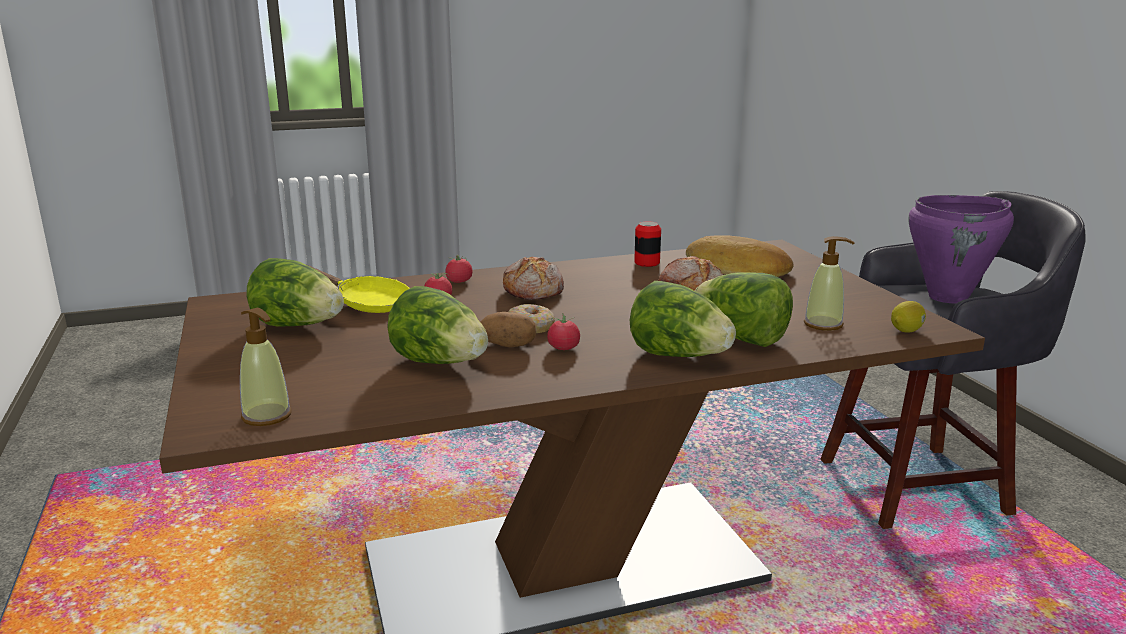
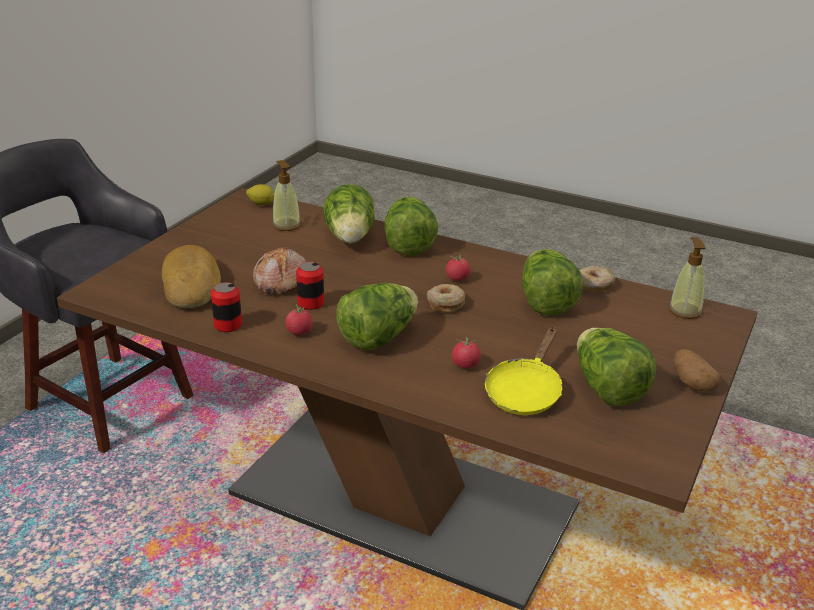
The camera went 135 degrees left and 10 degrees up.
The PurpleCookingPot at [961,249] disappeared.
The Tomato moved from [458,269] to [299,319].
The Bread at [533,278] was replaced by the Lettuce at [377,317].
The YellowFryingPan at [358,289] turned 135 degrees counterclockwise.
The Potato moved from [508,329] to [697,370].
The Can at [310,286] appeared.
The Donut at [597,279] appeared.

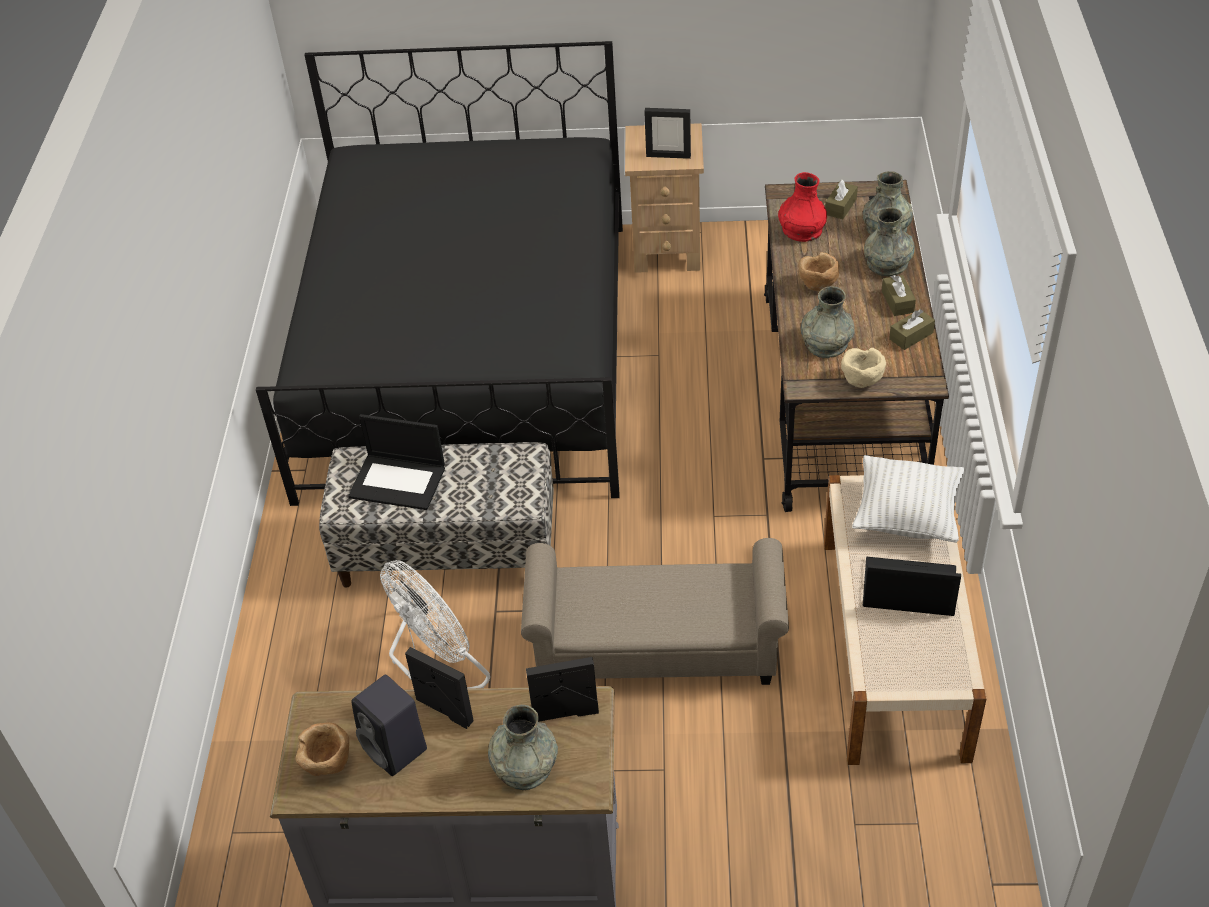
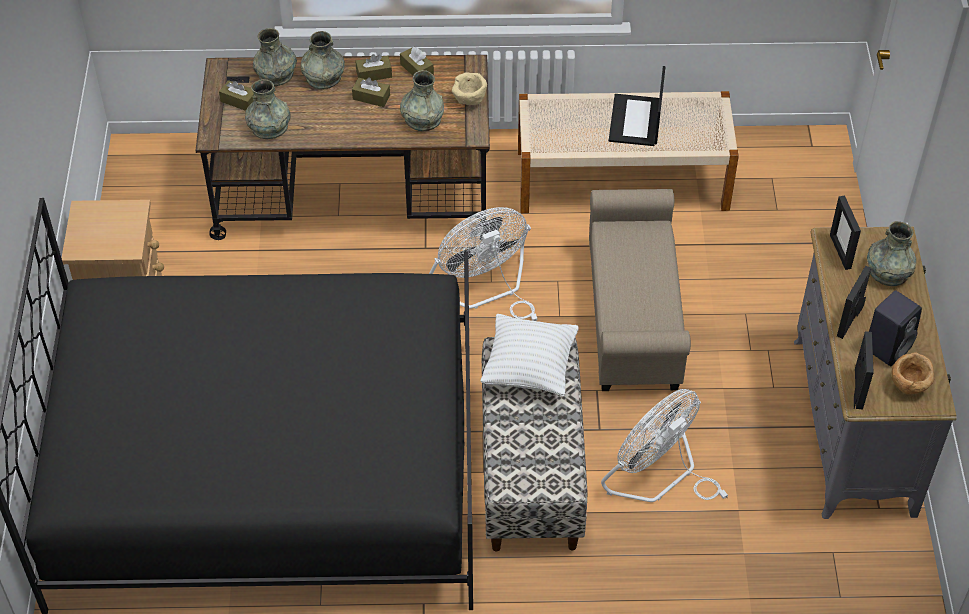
The camera went 95 degrees left and 5 degrees up.
The PictureFrame moved from [667,133] to [864,370].
The RedVase at [802,207] became the GreyVase at [268,109].
The BrownBowl at [818,271] disappeared.
The Laptop at [396,462] disappeared.
The WhitePillow moved from [908,499] to [529,355].
The BrownTissueBox at [371,92] appeared.
The WhiteFan at [483,264] appeared.

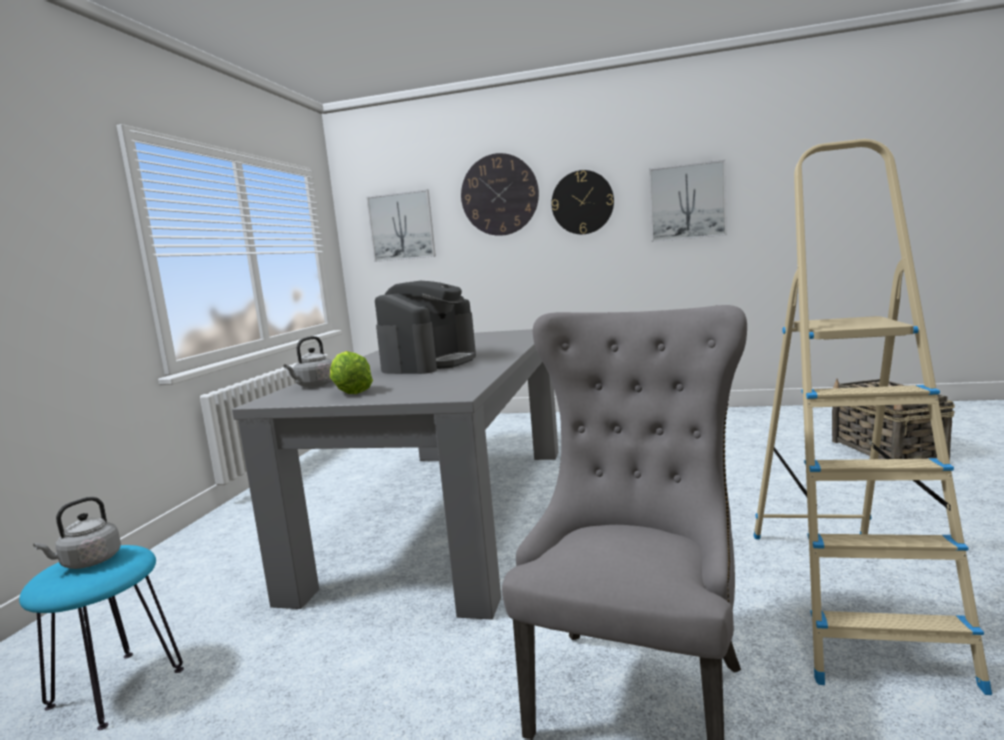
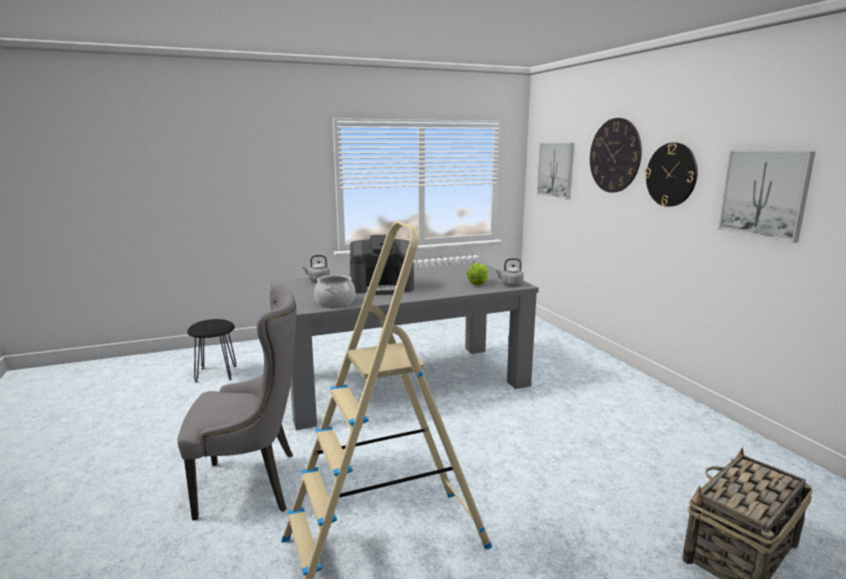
The camera went 55 degrees right and 5 degrees up.
The Lettuce moved from [351,372] to [477,274].
The GreyKettle moved from [77,533] to [509,272].
The TurquoiseStool at [101,637] became the BlackStool at [212,351].
The CookingPot at [334,291] appeared.

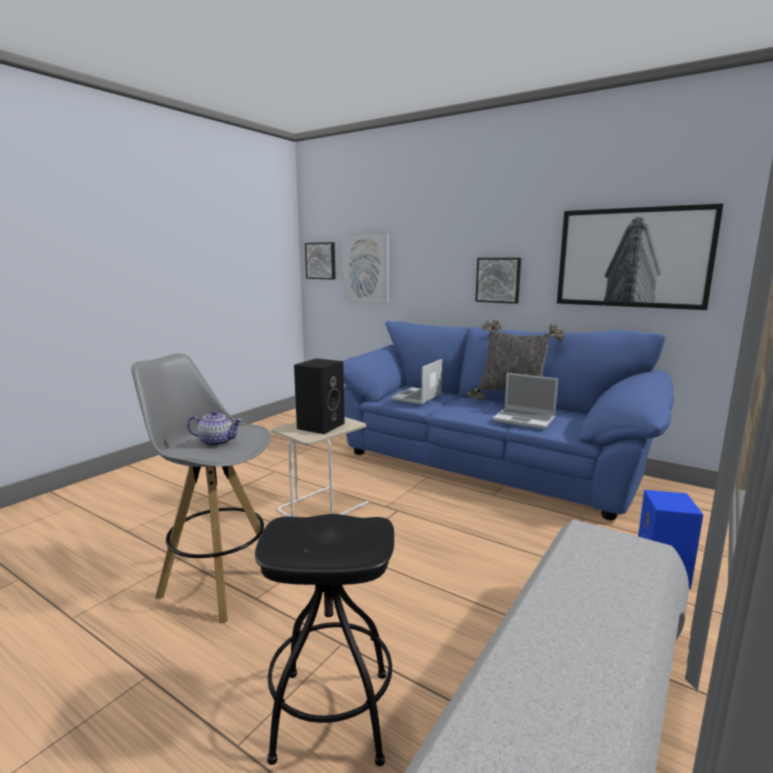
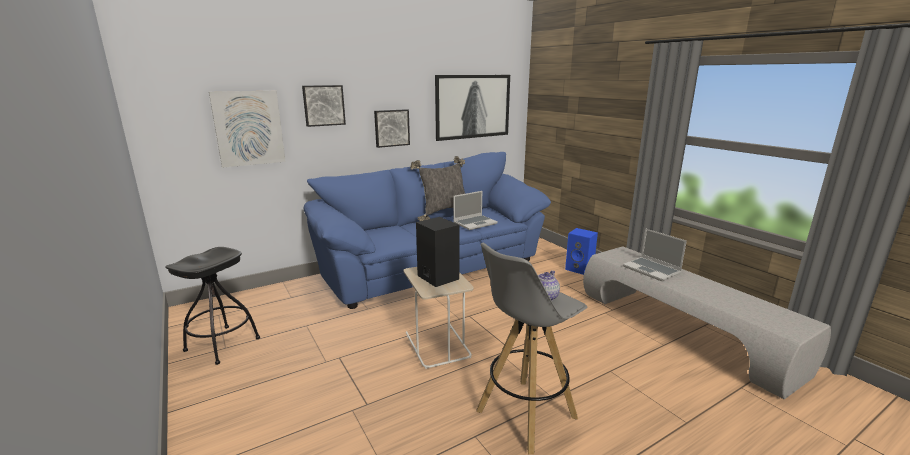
The camera went 65 degrees left and 5 degrees up.
The Picture moved from [320,260] to [324,106].
The Laptop moved from [416,381] to [655,254].
The BlackStool moved from [324,640] to [212,306].

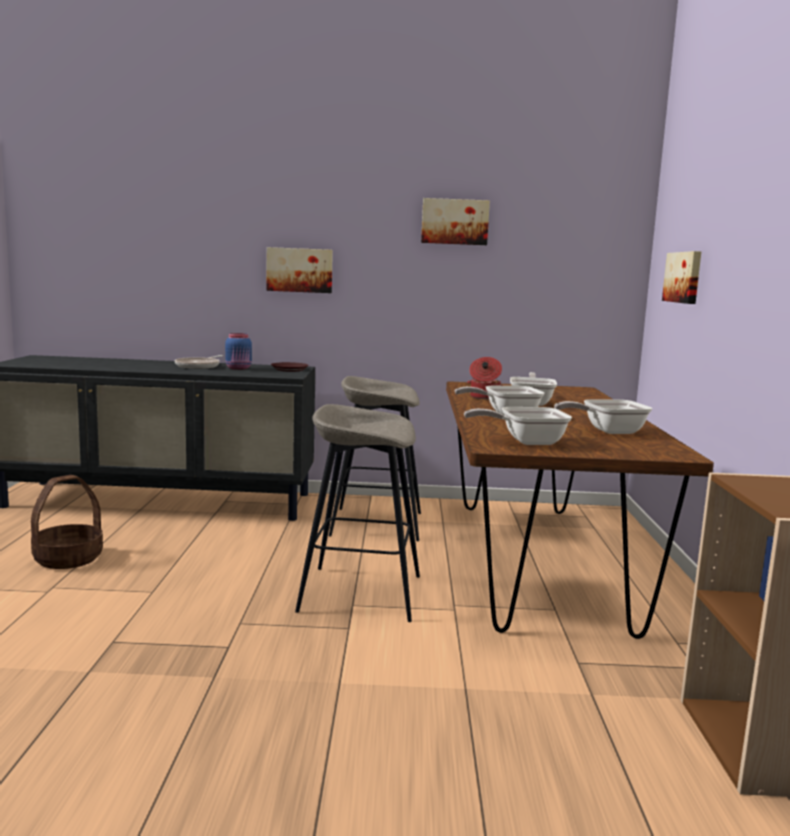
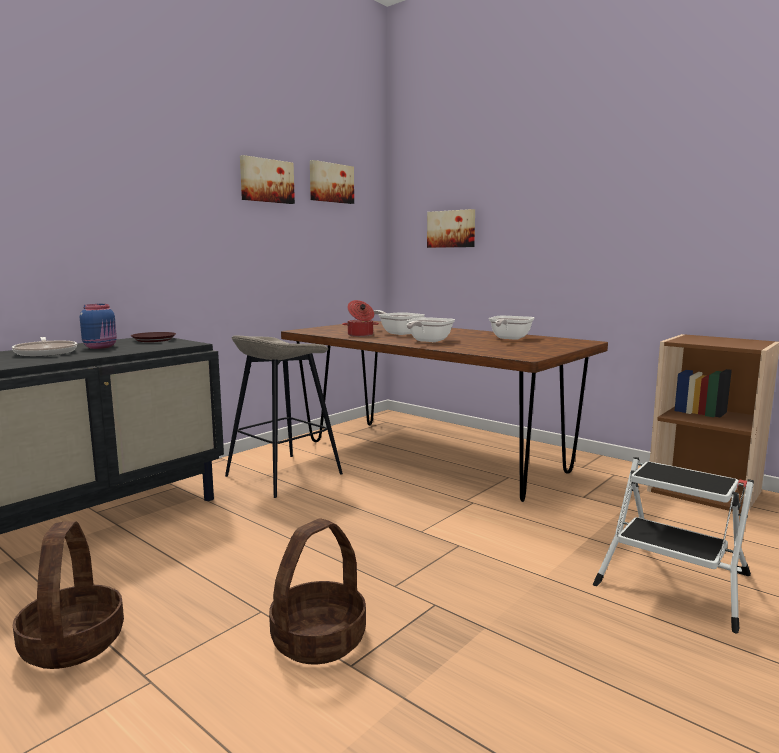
The camera went 50 degrees left and 0 degrees up.
The Picture moved from [299,270] to [332,182].
The GreyStool at [357,513] disappeared.
The FryingPan at [518,426] disappeared.
The StepLadder at [673,545] appeared.
The Basket at [317,591] appeared.

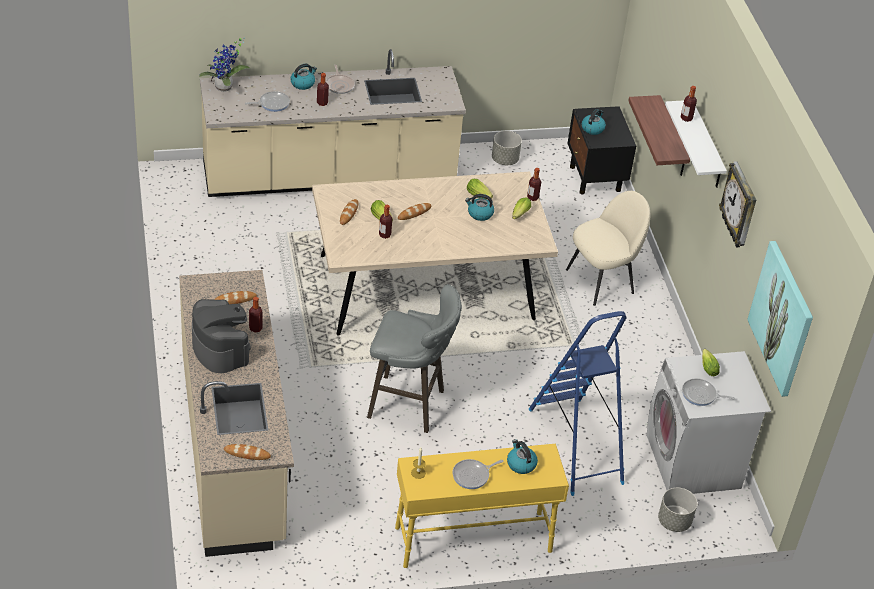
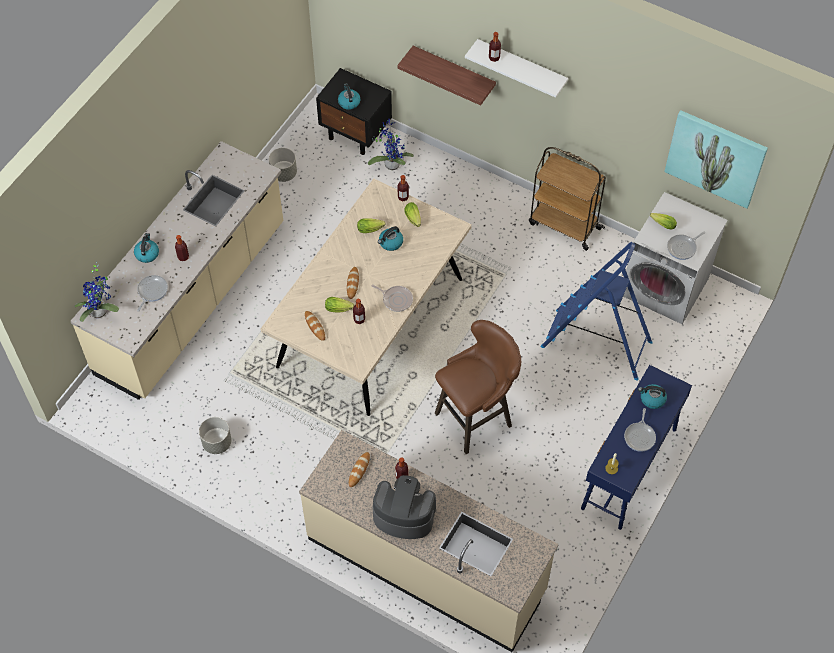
The camera went 45 degrees left and 15 degrees up.
The FryingPan moved from [340,79] to [392,298].
The WallClock at [737,204] disappeared.
The BeigeChair at [608,248] disappeared.
The GreyStool at [414,358] became the BrownStool at [478,387].
The Bread at [247,452] disappeared.
The YellowConsoleTable at [482,506] became the BlueConsoleTable at [636,447].
The GreyPlanter moved from [677,510] to [215,435].
The PottedPlant at [391,144] appeared.
The BrownCart at [567,199] appeared.

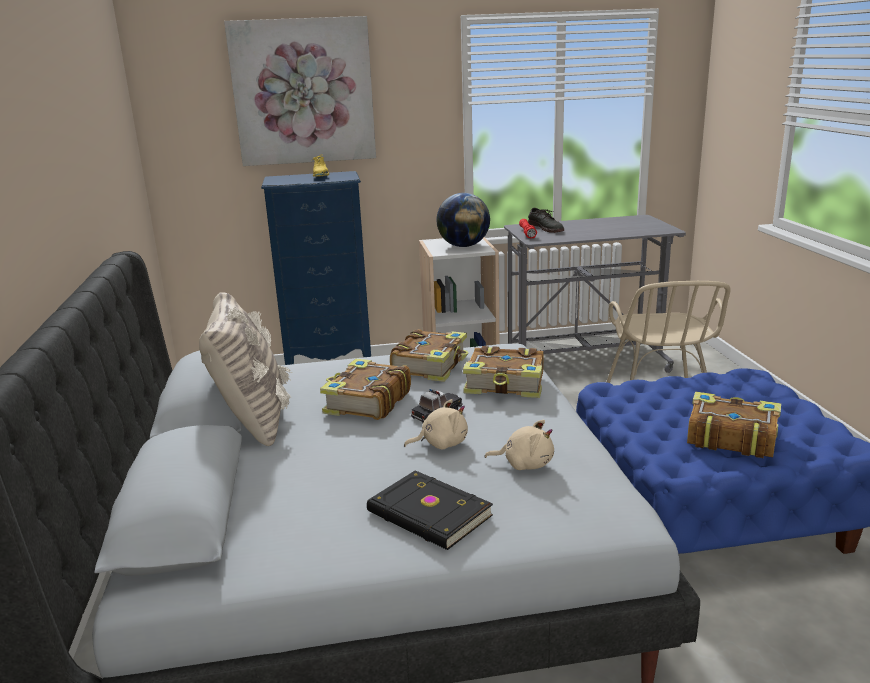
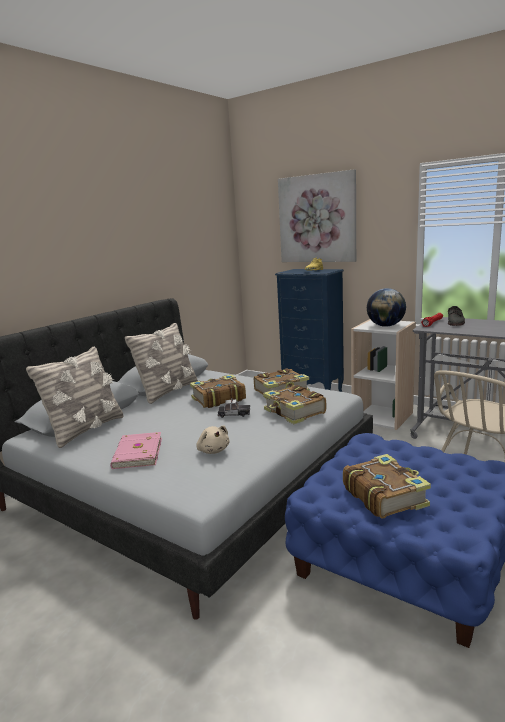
The camera went 45 degrees right and 5 degrees down.
The BeigePlushToy at [436,424] disappeared.
The BlackBook at [430,510] became the PinkBook at [136,450].
The BeigePillow at [75,397] appeared.

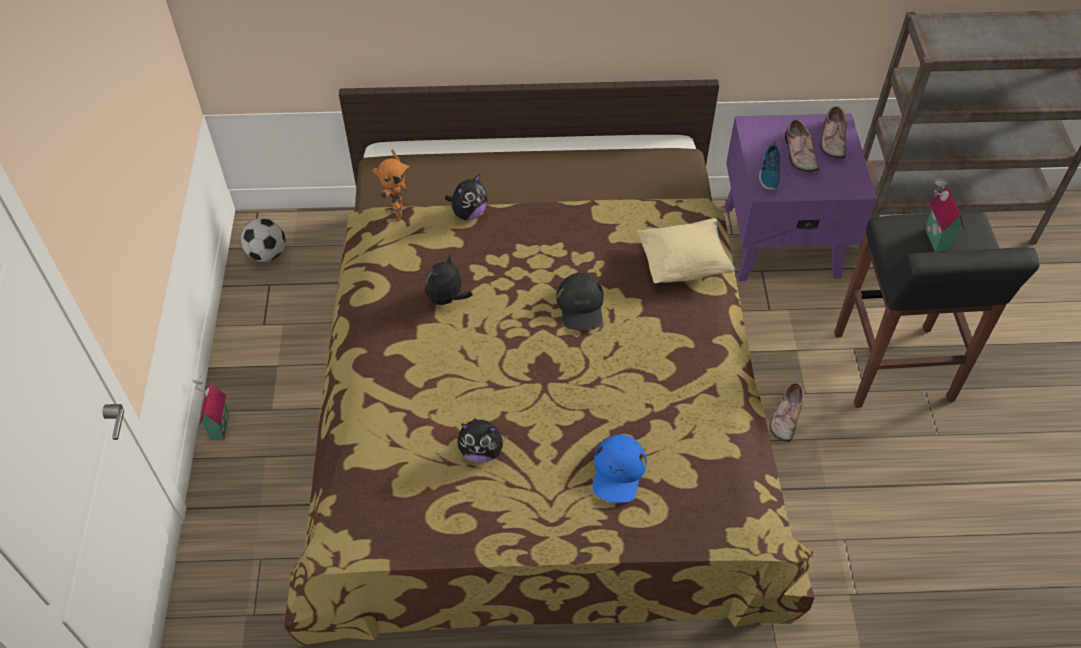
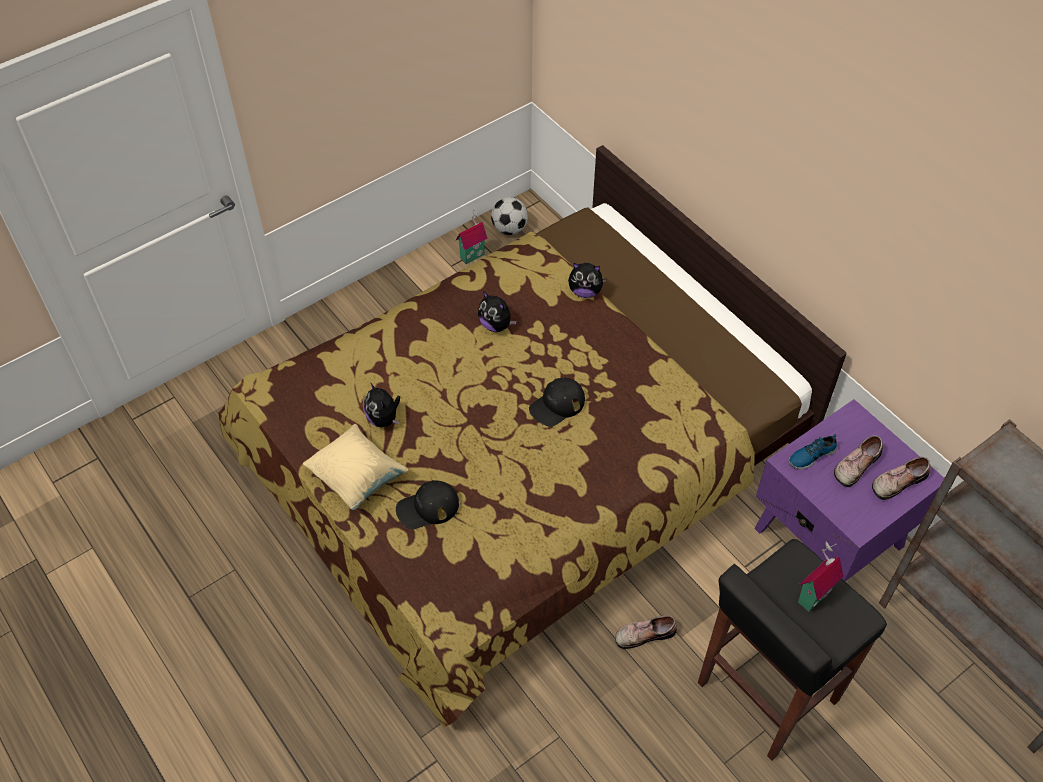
The camera went 55 degrees right and 0 degrees up.
The ToyRobot at [391,185] disappeared.
The BeigePillow moved from [685,250] to [355,467].
The PlushToy at [449,281] turned 135 degrees counterclockwise.
The ToyHouse moved from [211,408] to [472,237].
The BlueCap at [619,469] became the BlackCap at [427,504].

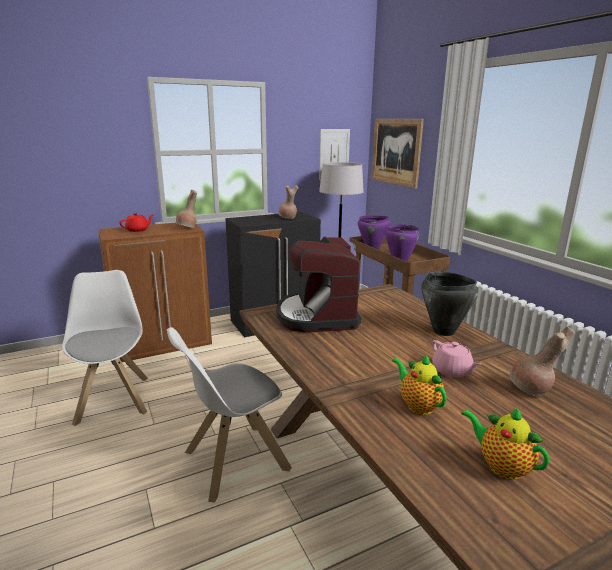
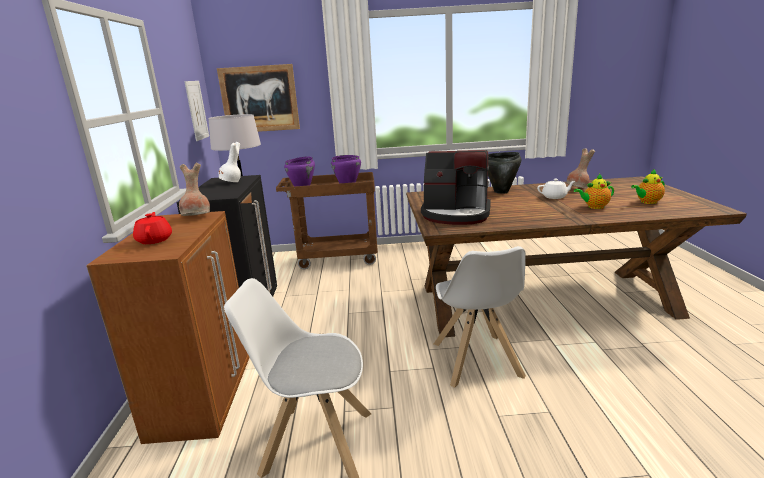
The camera went 65 degrees left and 0 degrees up.
The BrownVase at [288,202] became the WhiteVase at [230,162].
The PinkTeapot at [456,358] became the WhiteTeapot at [556,188].

